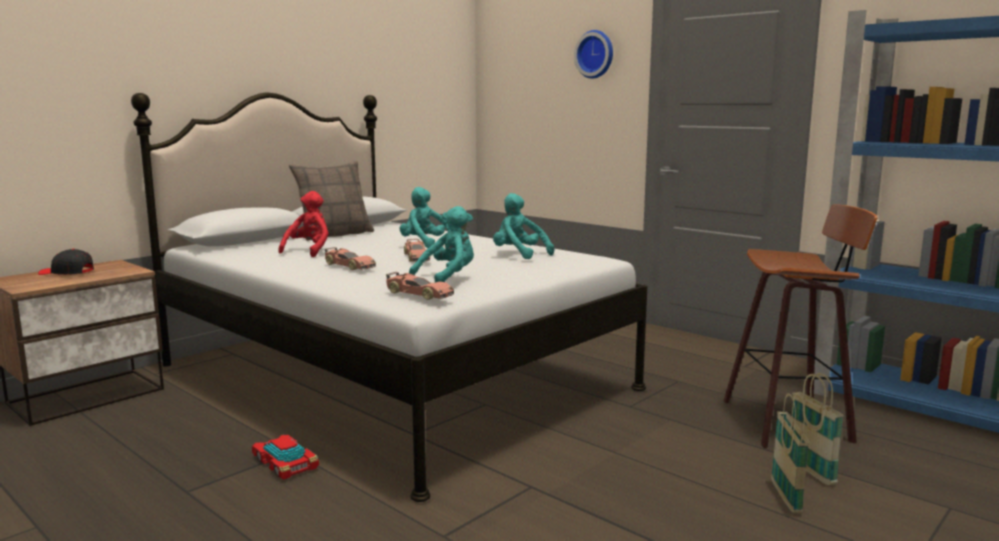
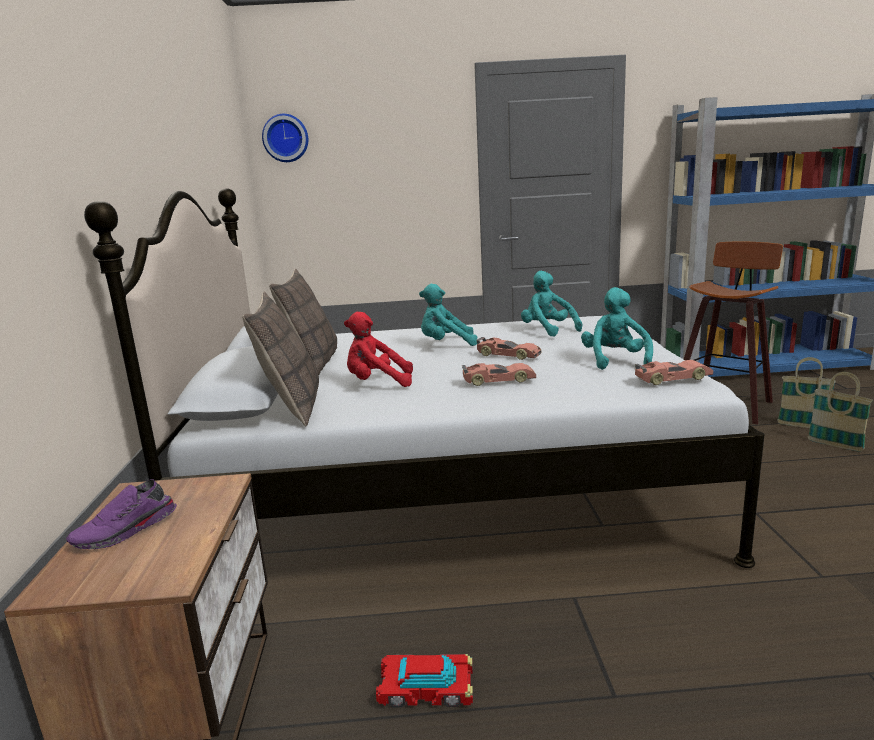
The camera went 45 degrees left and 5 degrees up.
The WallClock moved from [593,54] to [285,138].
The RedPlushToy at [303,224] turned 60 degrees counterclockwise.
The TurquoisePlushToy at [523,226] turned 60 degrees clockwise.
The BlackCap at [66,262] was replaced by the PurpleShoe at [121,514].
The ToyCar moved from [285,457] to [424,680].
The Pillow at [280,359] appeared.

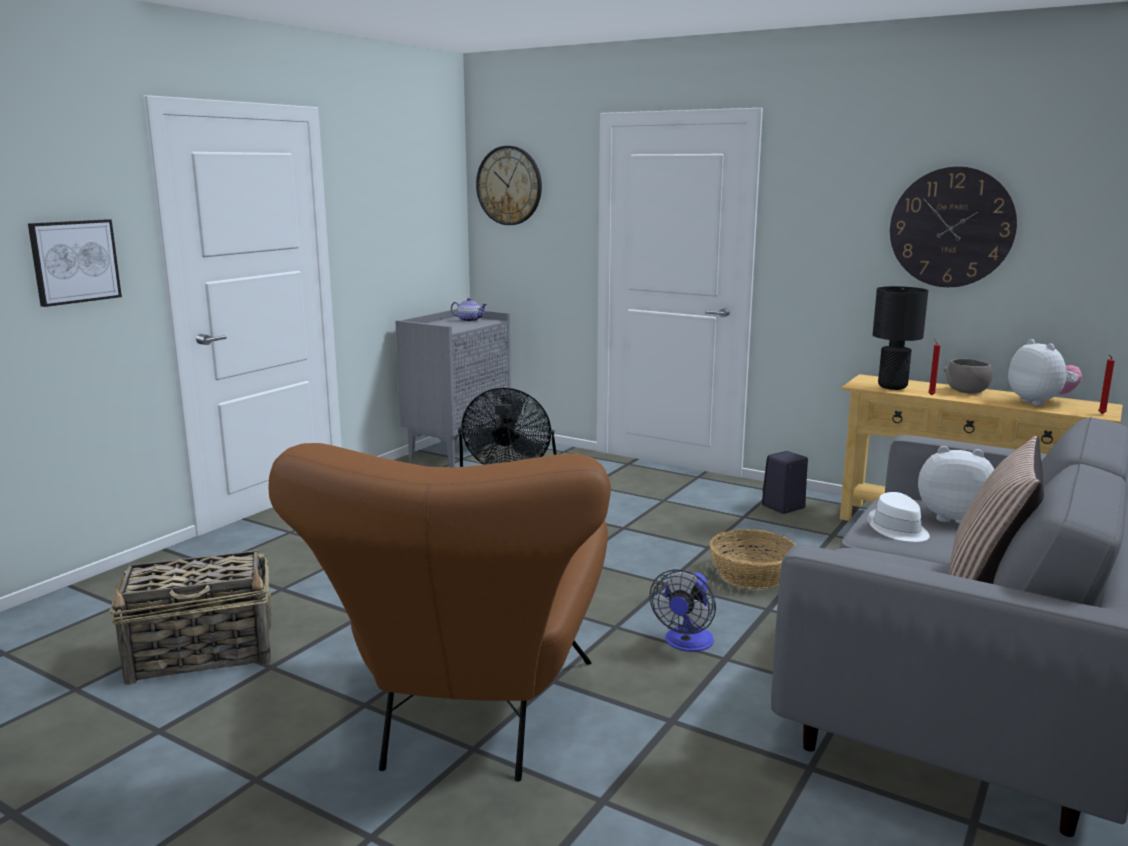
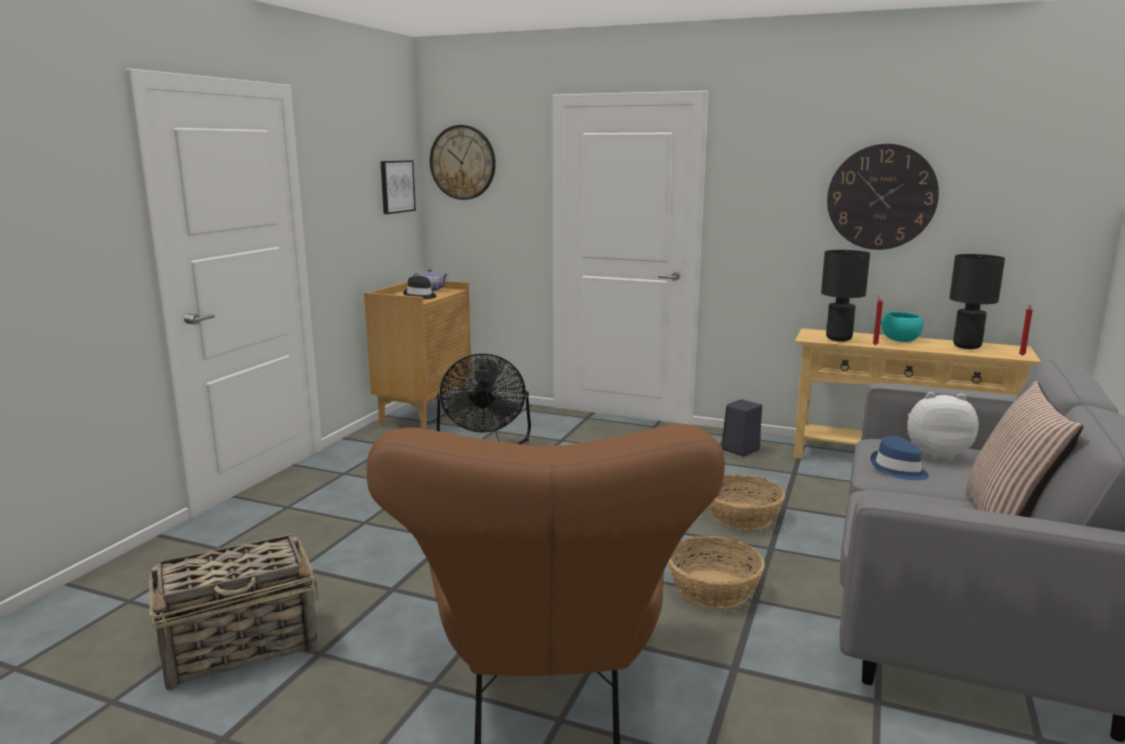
The camera went 10 degrees left and 0 degrees up.
The Picture moved from [75,263] to [398,187].
The GreyCabinet at [453,388] became the BrownCabinet at [418,355].
The PlushToy at [1045,372] was replaced by the BlackTableLamp at [977,301].
The GreyBowl at [968,376] became the TurquoiseBowl at [902,327].
The WhiteHat at [898,517] became the BlueHat at [899,458].
The Fan at [682,610] was replaced by the Basket at [717,572].
The BlackHat at [420,287] appeared.

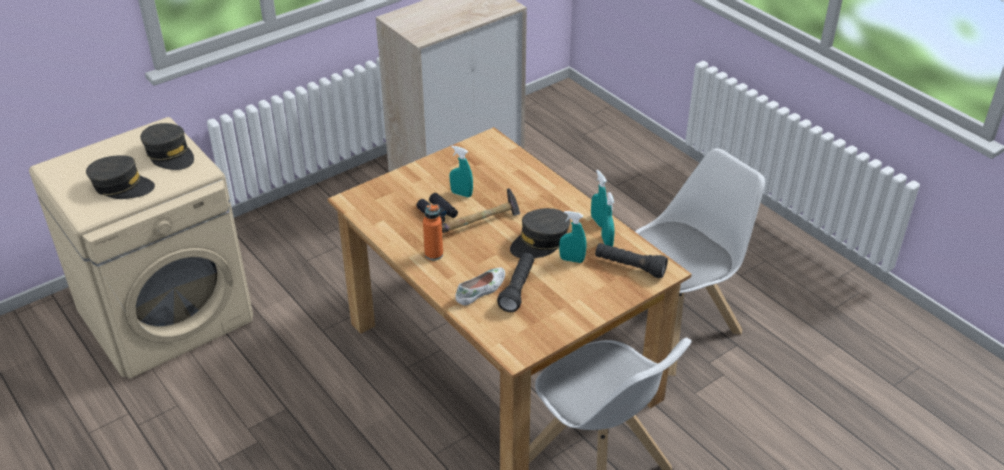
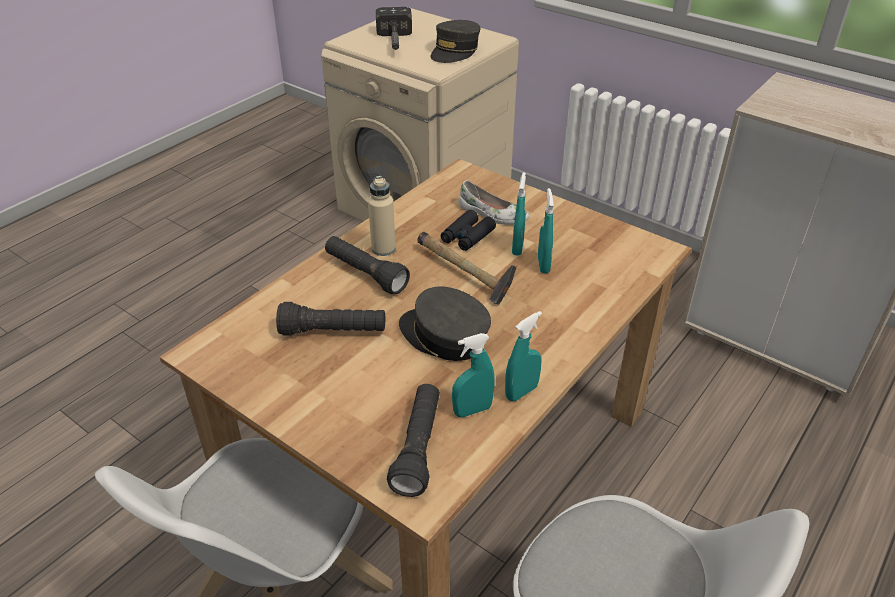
The camera went 75 degrees right and 0 degrees up.
The GreyCap at [120,177] was replaced by the Hammer at [394,28].
The OrangeBottle at [433,232] became the BeigeBottle at [382,216].
The TurquoiseSprayBottle moved from [572,237] to [546,230].
The WhiteShoe moved from [480,286] to [493,202].
The BlackFlashlight at [367,265] appeared.

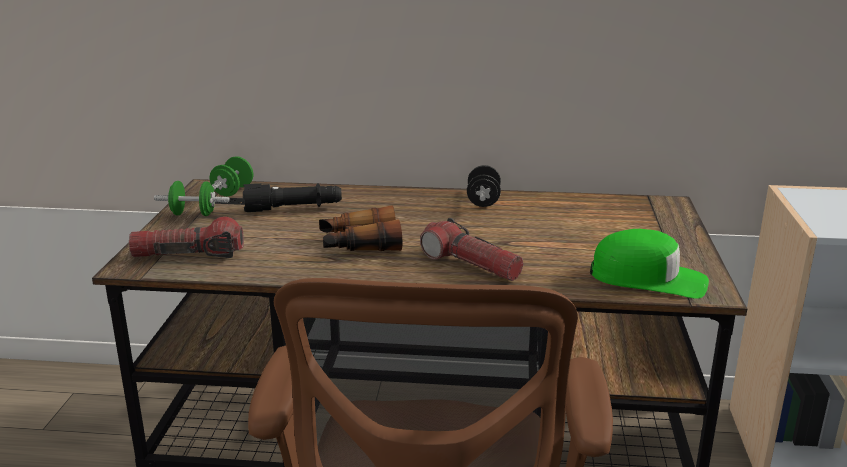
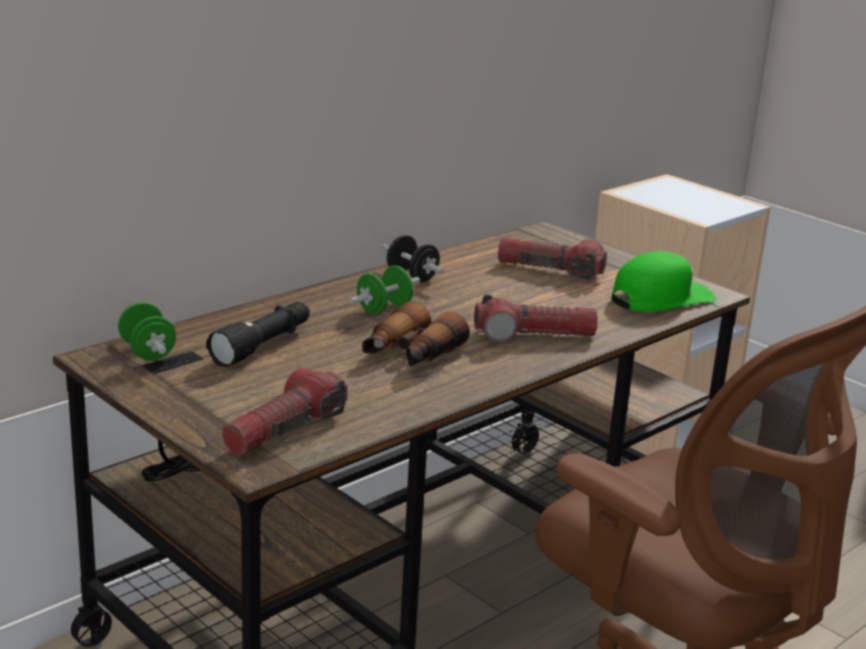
The camera went 50 degrees left and 0 degrees up.
The GreenDumbbell moved from [192,198] to [385,290].
The Flashlight at [552,258] appeared.

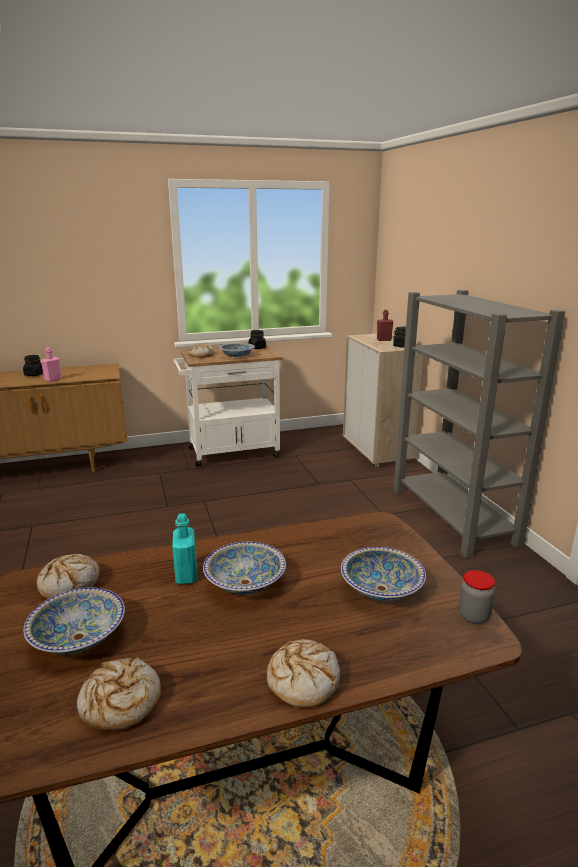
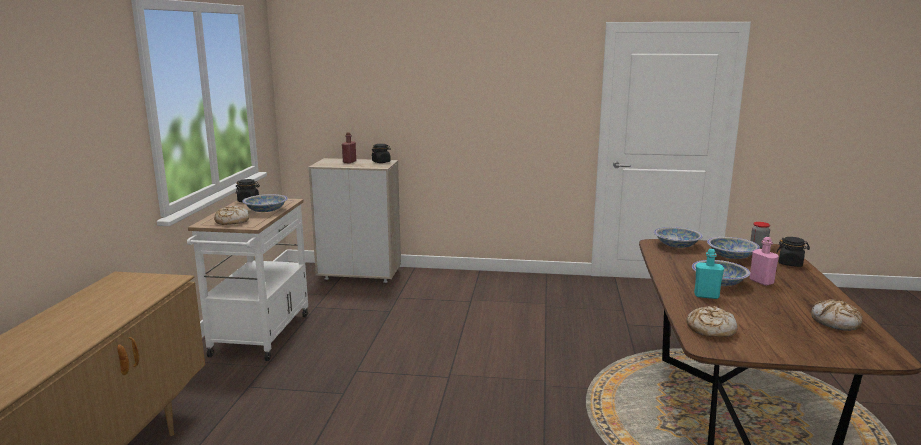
The camera went 65 degrees left and 5 degrees down.
The GreyBookcase at [479,424] disappeared.
The PinkBottle moved from [51,365] to [764,261].
The BlackJar moved from [33,365] to [793,252].
The Bowl moved from [74,620] to [678,237].
The Bread at [303,673] disappeared.

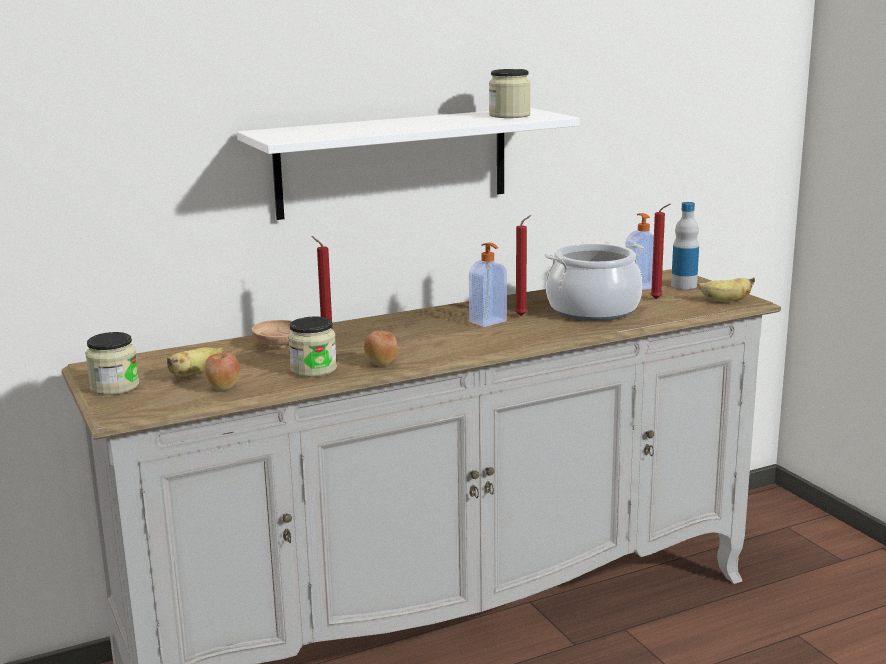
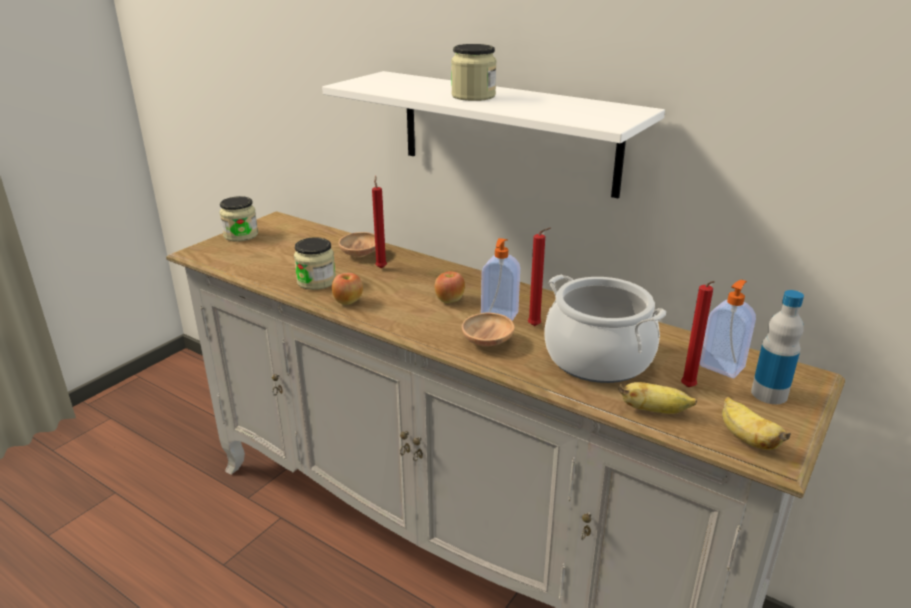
The camera went 60 degrees right and 10 degrees up.
The Jar moved from [510,93] to [474,72].
The Banana moved from [195,362] to [657,398].
The Apple moved from [222,372] to [450,287].
The BrownBowl at [488,330] appeared.

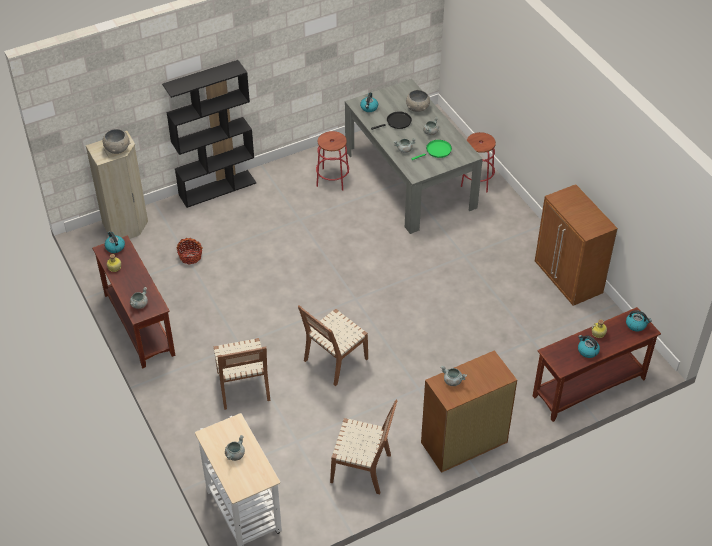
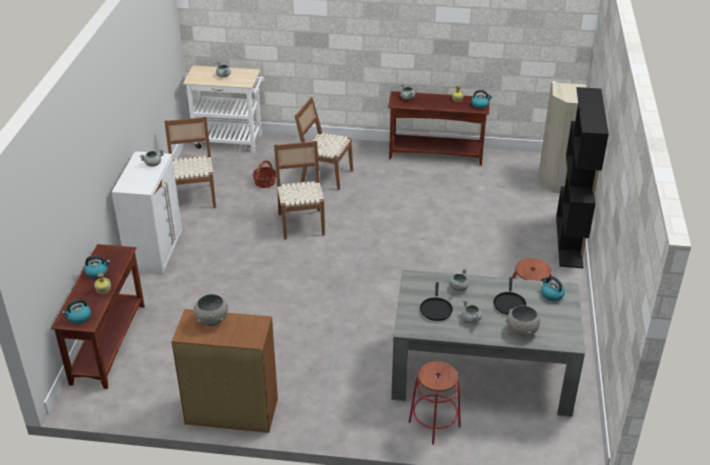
The camera went 125 degrees right and 10 degrees down.
The GreyBowl moved from [116,141] to [211,310].
The GreenFryingPan at [431,150] became the BlackFryingPan at [436,301].
The Basket moved from [190,251] to [264,174].
The BrownCabinet at [469,411] became the WhiteCabinet at [147,212].
The Chair at [364,447] turned 120 degrees clockwise.

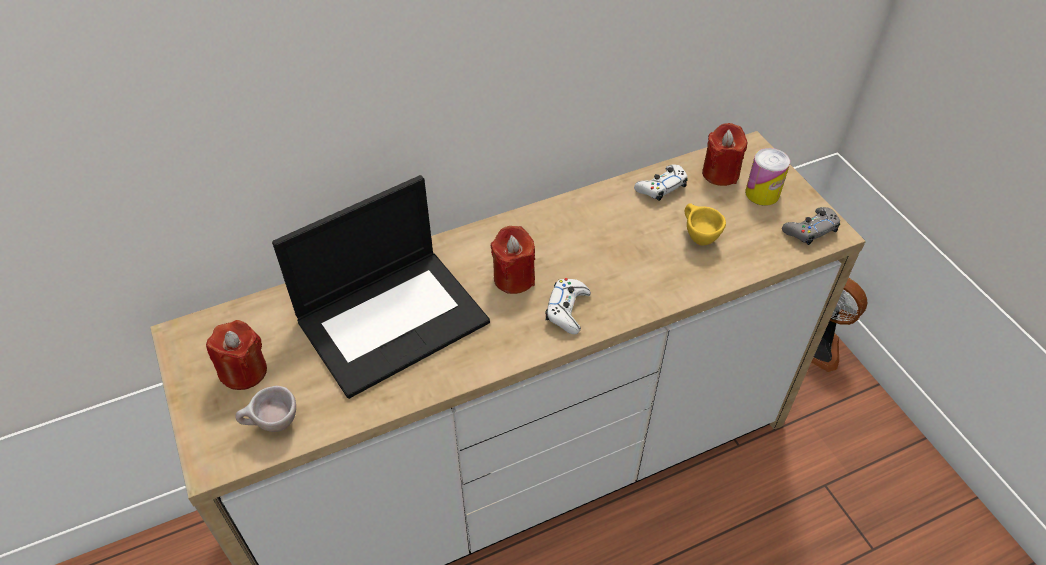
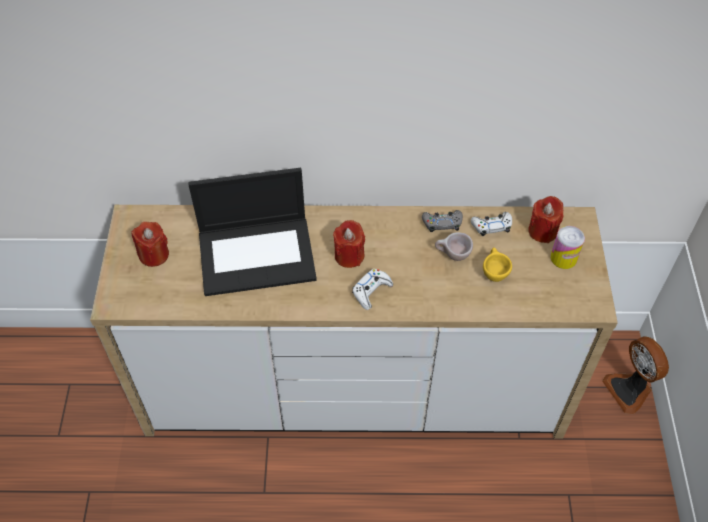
The camera went 25 degrees right and 5 degrees up.
The GreyGameController moved from [811,226] to [442,221].
The BeigeCup moved from [265,409] to [454,246].

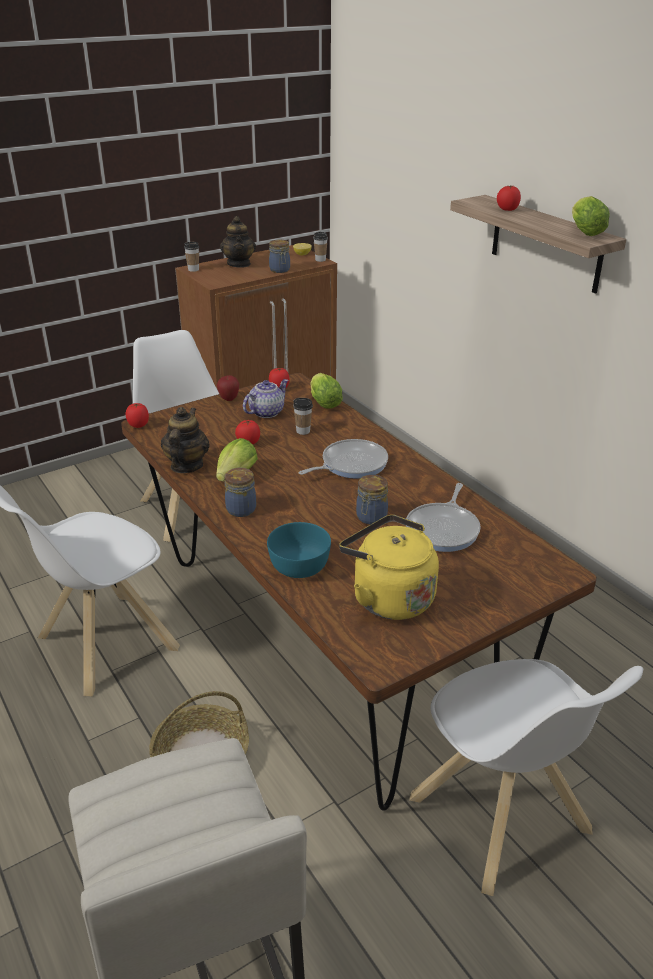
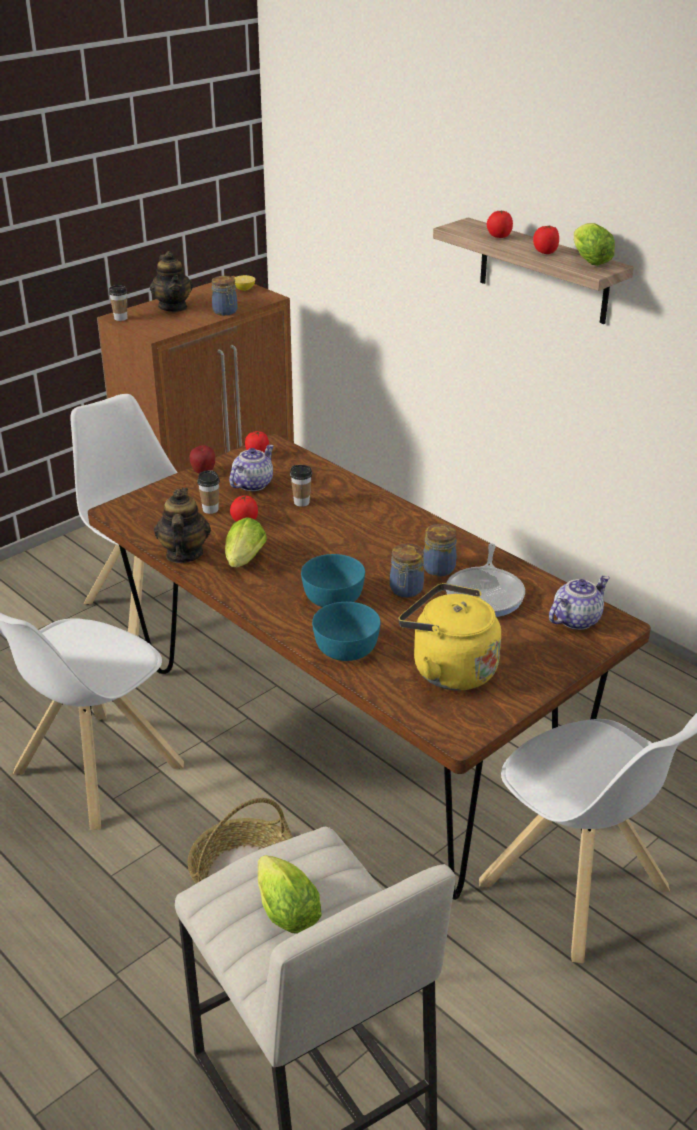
The camera went 10 degrees left and 0 degrees up.
The Cup moved from [320,247] to [208,492].
The Lettuce moved from [327,390] to [290,894].
The Tomato moved from [137,415] to [546,239].
The FryingPan at [343,459] disappeared.
The Jar moved from [240,492] to [440,550].
The TurquoiseBowl at [333,580] appeared.
The Teapot at [579,603] appeared.

